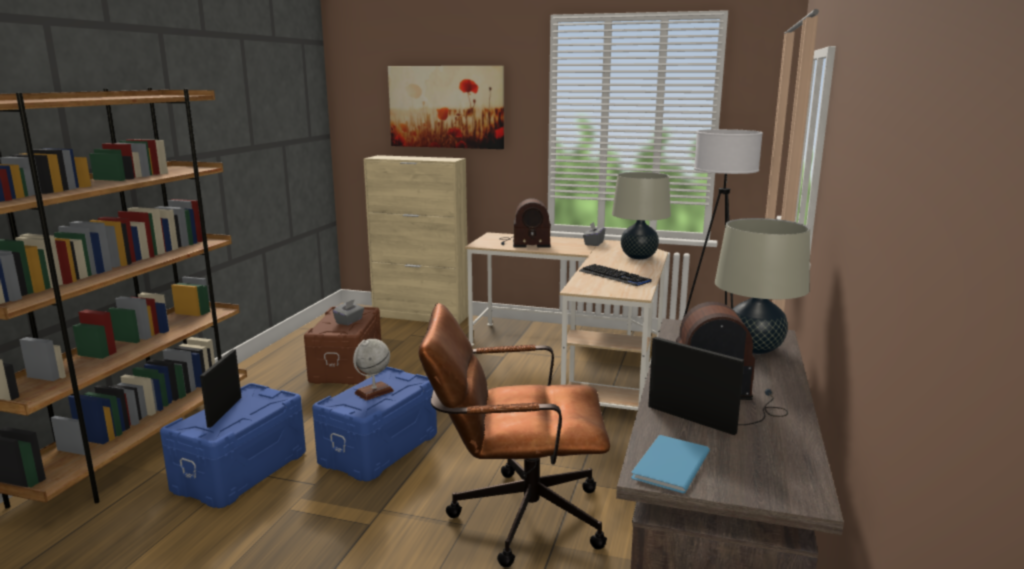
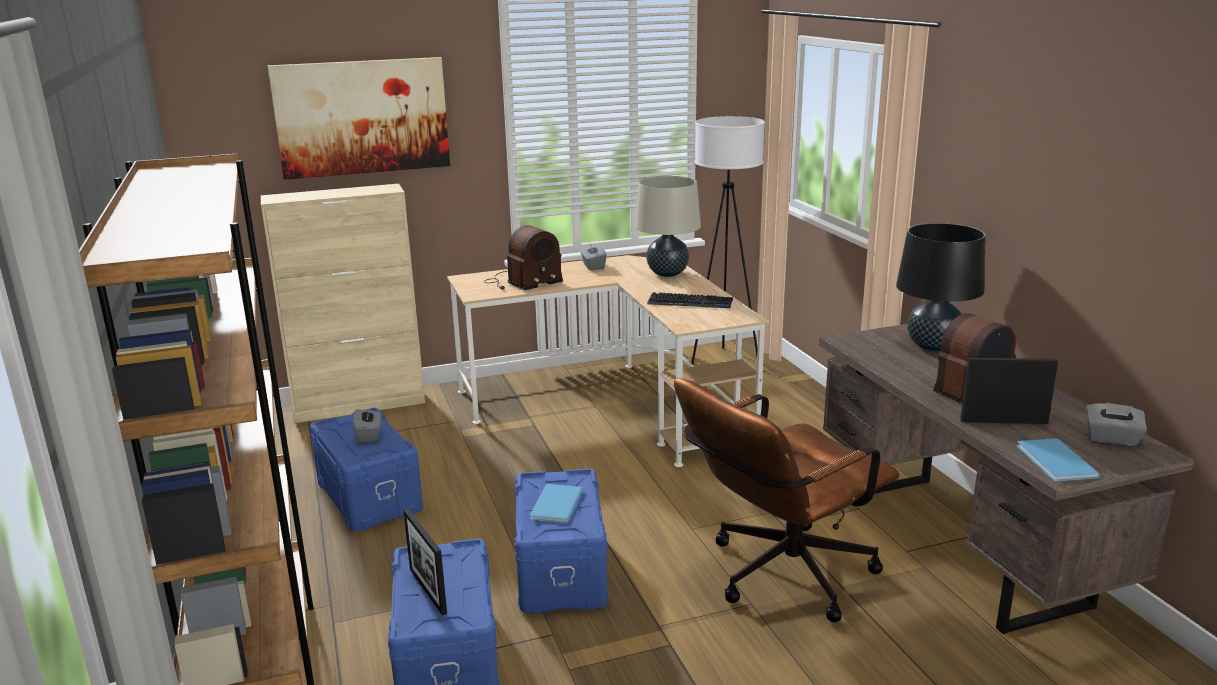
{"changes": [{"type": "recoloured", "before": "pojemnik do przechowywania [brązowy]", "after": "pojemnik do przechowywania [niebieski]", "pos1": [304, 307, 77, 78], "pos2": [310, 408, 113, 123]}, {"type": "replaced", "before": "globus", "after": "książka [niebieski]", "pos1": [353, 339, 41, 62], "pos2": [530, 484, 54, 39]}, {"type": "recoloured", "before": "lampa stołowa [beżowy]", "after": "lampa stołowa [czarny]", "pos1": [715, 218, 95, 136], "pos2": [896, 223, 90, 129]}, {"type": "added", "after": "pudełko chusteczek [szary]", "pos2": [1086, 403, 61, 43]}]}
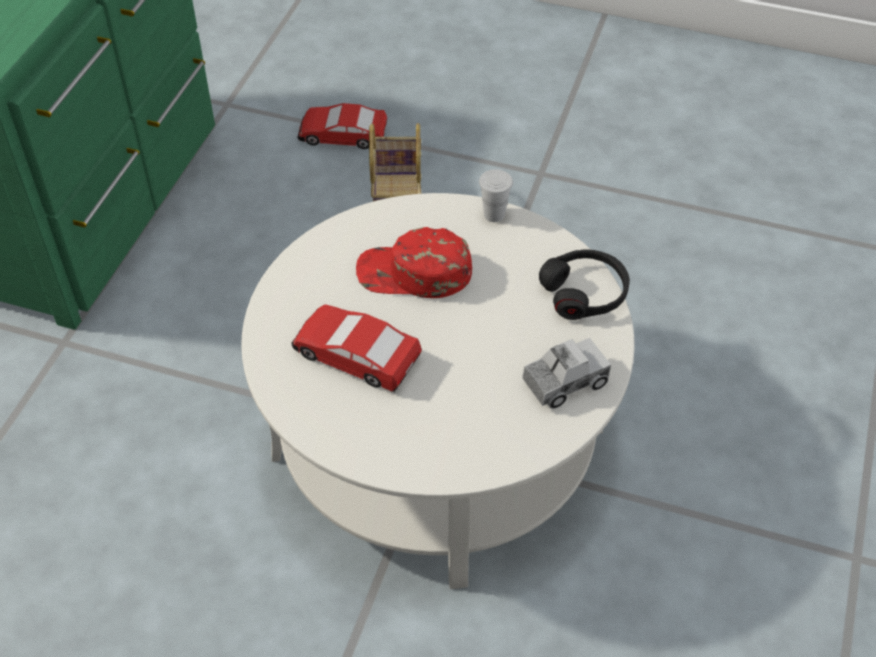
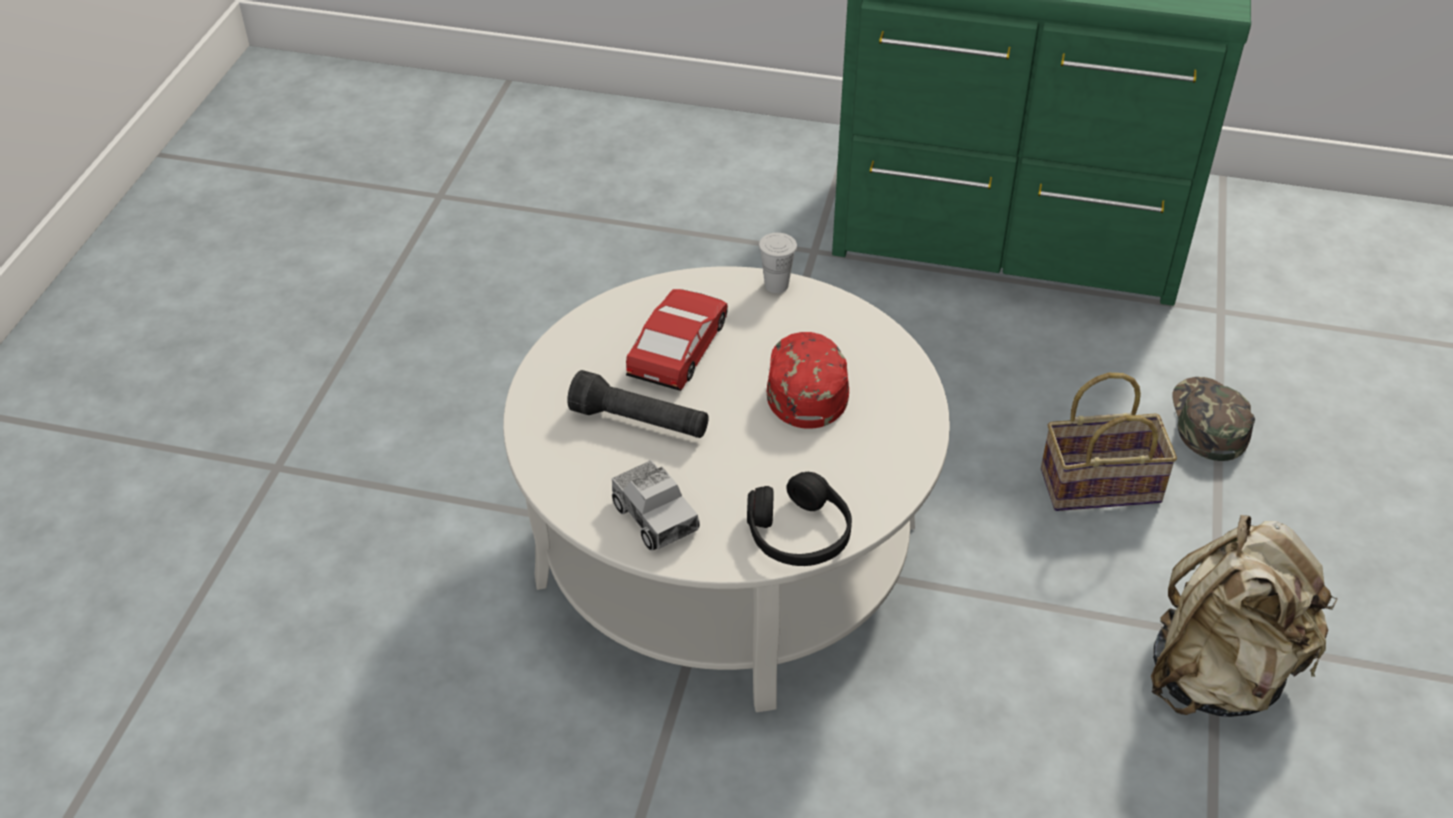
{"changes": [{"type": "replaced", "before": "samochodzik", "after": "czapka z daszkiem [zielony]", "pos1": [298, 103, 89, 46], "pos2": [1172, 377, 83, 84]}, {"type": "moved", "before": "filiżanka [biały]", "pos1": [479, 169, 34, 53], "pos2": [759, 233, 38, 60]}, {"type": "added", "after": "latarka [czarny]", "pos2": [567, 370, 142, 68]}, {"type": "added", "after": "plecak [beżowy]", "pos2": [1151, 515, 187, 202]}]}
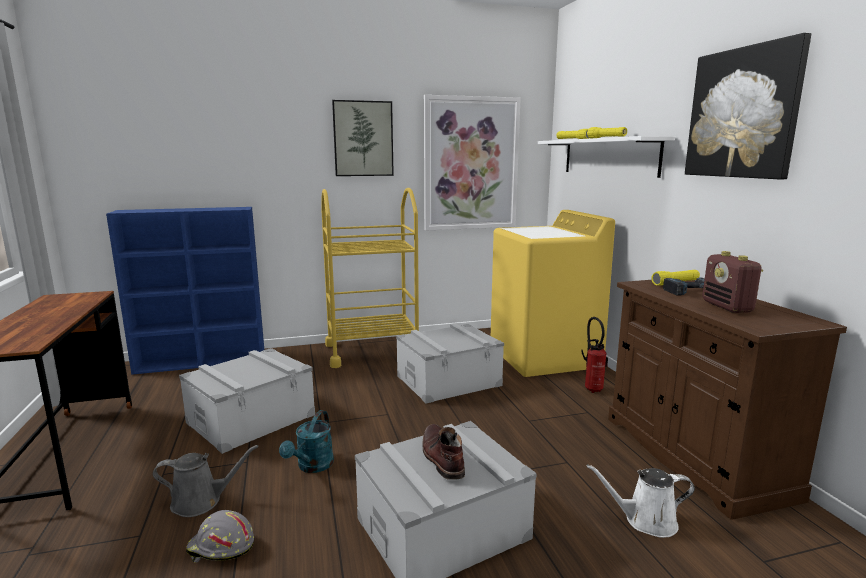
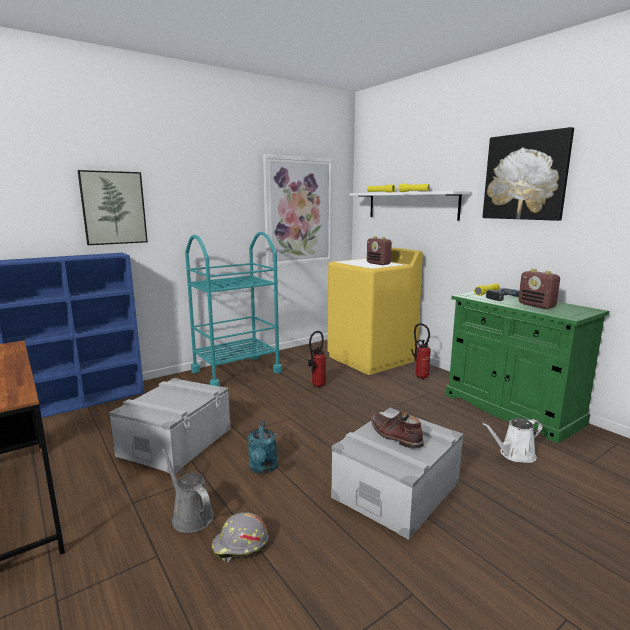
{"changes": [{"type": "turned", "before": "konewka [szary]", "pos1": [153, 445, 105, 72], "pos2": [162, 448, 51, 85], "turn": -105}, {"type": "recoloured", "before": "wózek [żółty]", "after": "wózek [turkusowy]", "pos1": [321, 188, 98, 180], "pos2": [185, 232, 97, 155]}, {"type": "moved", "before": "obraz", "pos1": [332, 100, 62, 76], "pos2": [77, 170, 71, 75]}, {"type": "replaced", "before": "pojemnik do przechowywania [szary]", "after": "gaśnica", "pos1": [396, 324, 108, 80], "pos2": [308, 331, 18, 57]}, {"type": "recoloured", "before": "szafka [brązowy]", "after": "szafka [zielony]", "pos1": [608, 280, 239, 240], "pos2": [446, 292, 163, 151]}, {"type": "added", "after": "radio", "pos2": [367, 236, 25, 29]}]}
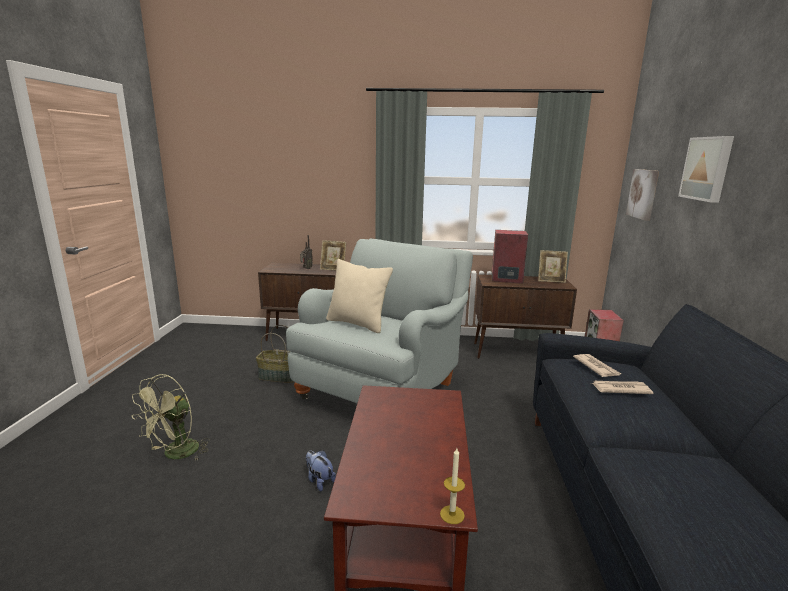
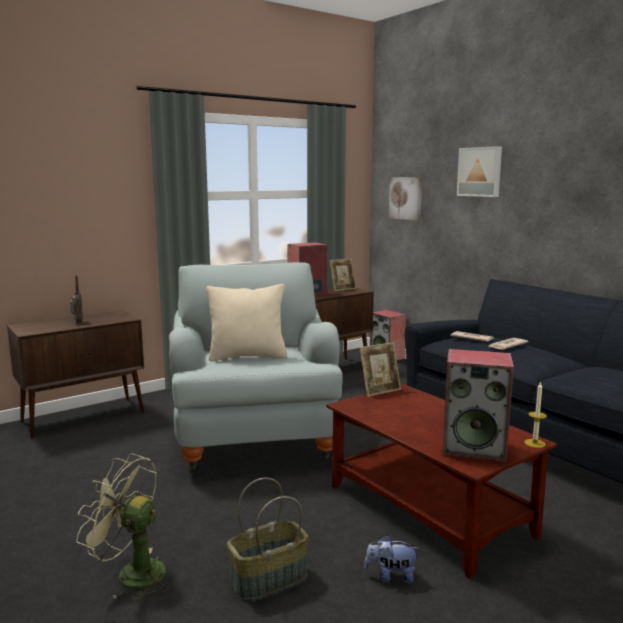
{"changes": [{"type": "turned", "before": "wentylator [zielony]", "pos1": [132, 374, 78, 87], "pos2": [76, 453, 93, 148], "turn": 120}, {"type": "moved", "before": "koszyk", "pos1": [256, 325, 38, 58], "pos2": [227, 478, 81, 122]}, {"type": "moved", "before": "pluszak", "pos1": [306, 450, 30, 41], "pos2": [364, 534, 56, 50]}, {"type": "moved", "before": "ramka na zdjęcie", "pos1": [320, 240, 26, 30], "pos2": [360, 342, 41, 55]}, {"type": "added", "after": "głośnik", "pos2": [442, 349, 72, 113]}]}
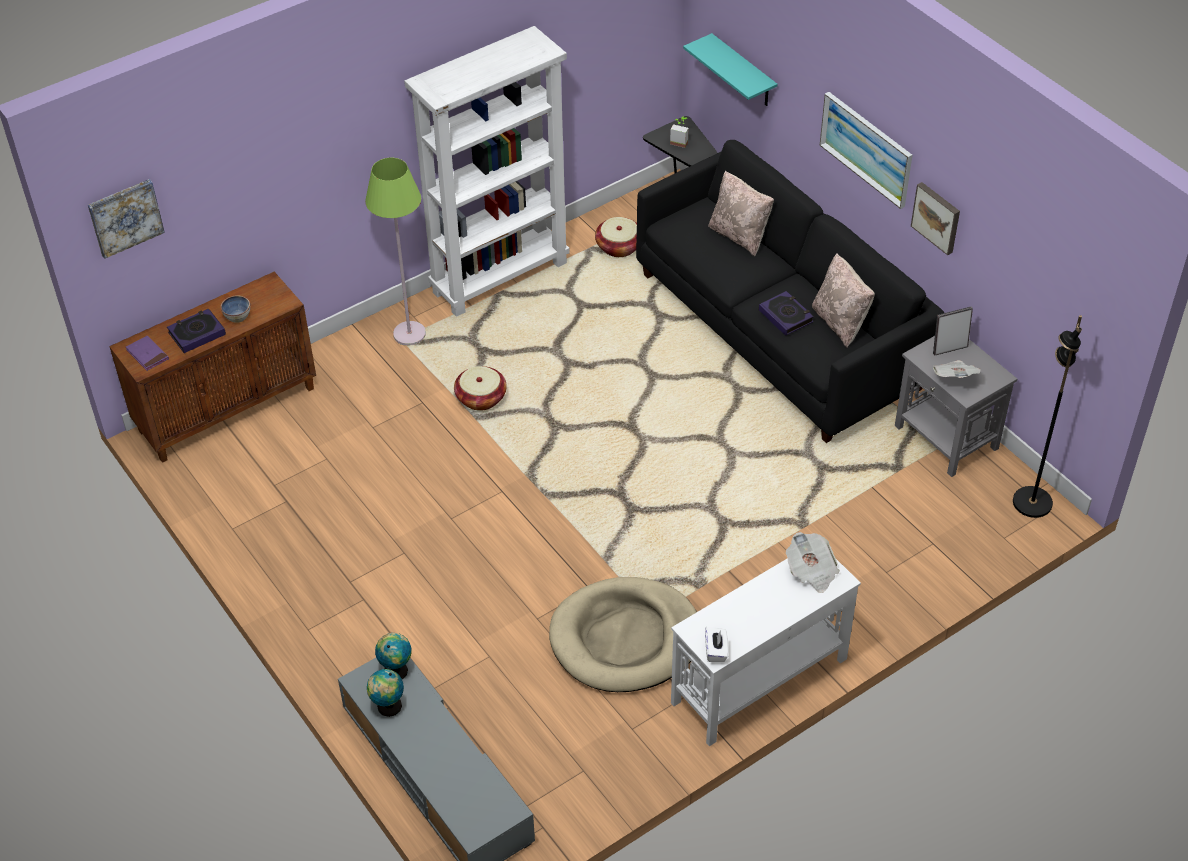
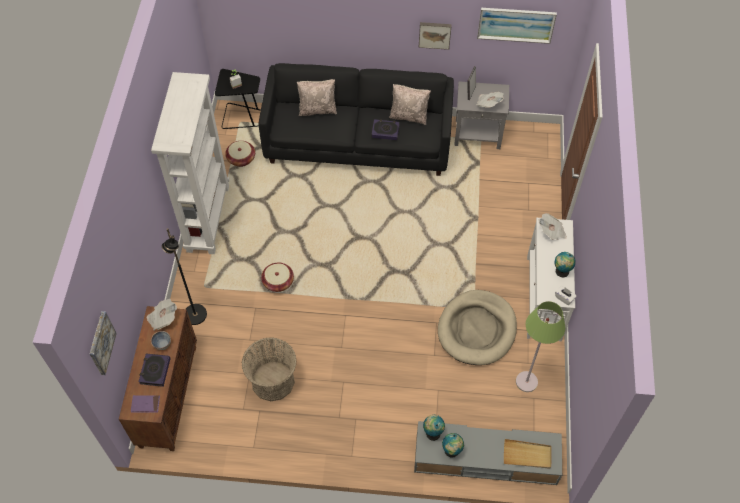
{"changes": [{"type": "moved", "before": "lampa stojąca [zielony]", "pos1": [365, 158, 61, 188], "pos2": [516, 301, 49, 91]}, {"type": "removed", "before": "półka [turkusowy]", "pos1": [683, 33, 95, 73]}, {"type": "moved", "before": "obraz", "pos1": [820, 92, 92, 117], "pos2": [477, 8, 80, 36]}, {"type": "moved", "before": "lampa stojąca [czarny]", "pos1": [1013, 315, 69, 203], "pos2": [162, 228, 45, 97]}, {"type": "added", "after": "gazeta", "pos2": [146, 299, 31, 32]}, {"type": "added", "after": "koszyk", "pos2": [242, 338, 55, 63]}, {"type": "added", "after": "taca [beżowy]", "pos2": [504, 439, 48, 30]}, {"type": "added", "after": "globus", "pos2": [554, 252, 22, 26]}]}
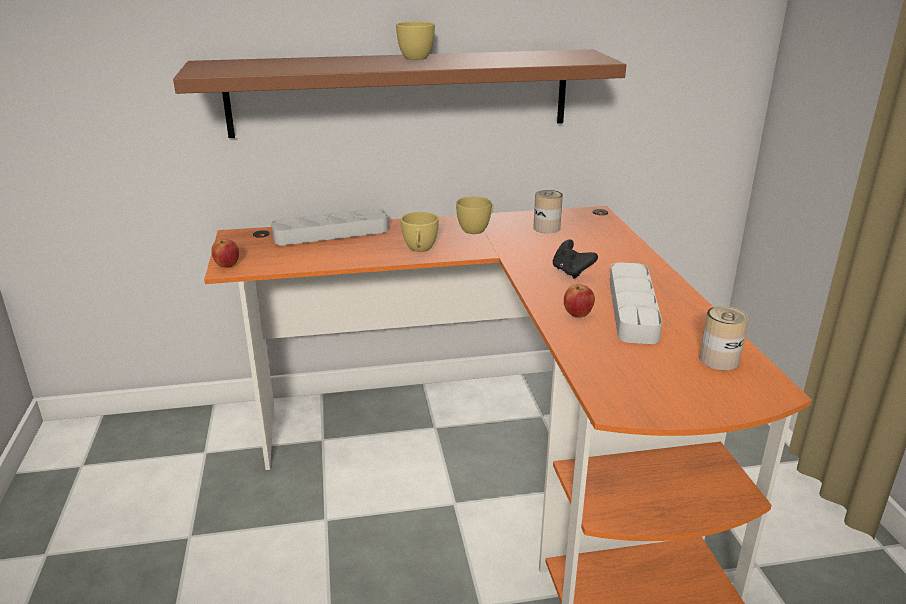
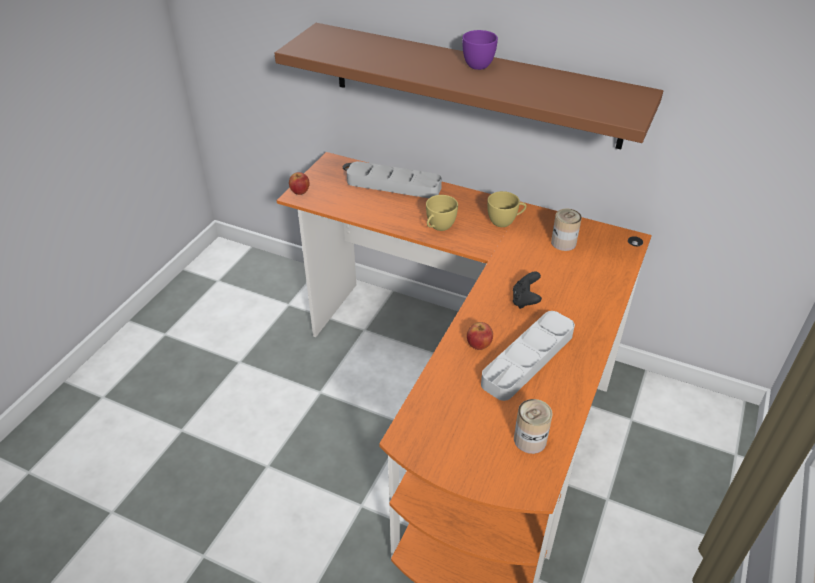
{"changes": [{"type": "recoloured", "before": "filiżanka [żółty]", "after": "filiżanka [fioletowy]", "pos1": [396, 22, 39, 38], "pos2": [462, 30, 36, 40]}]}
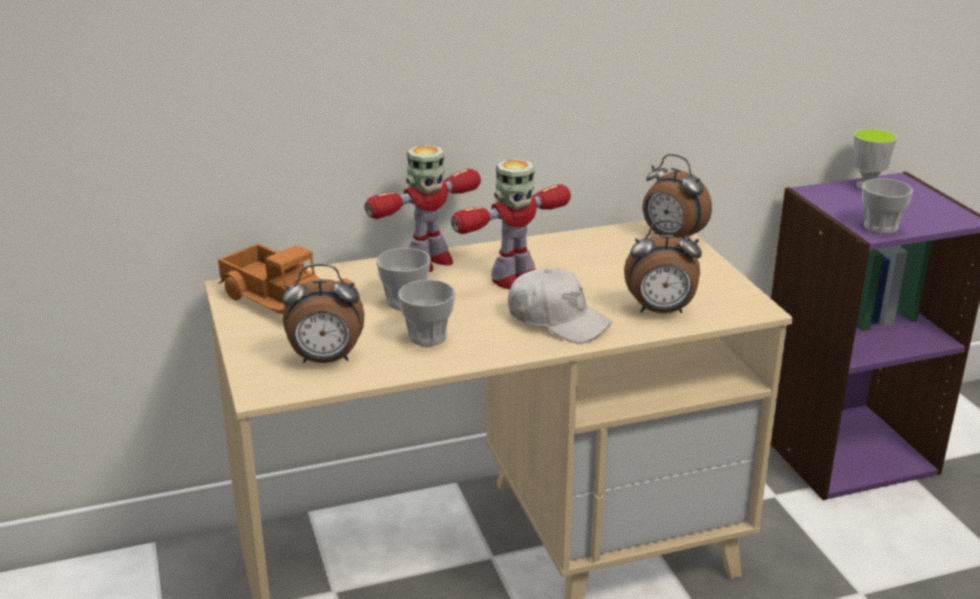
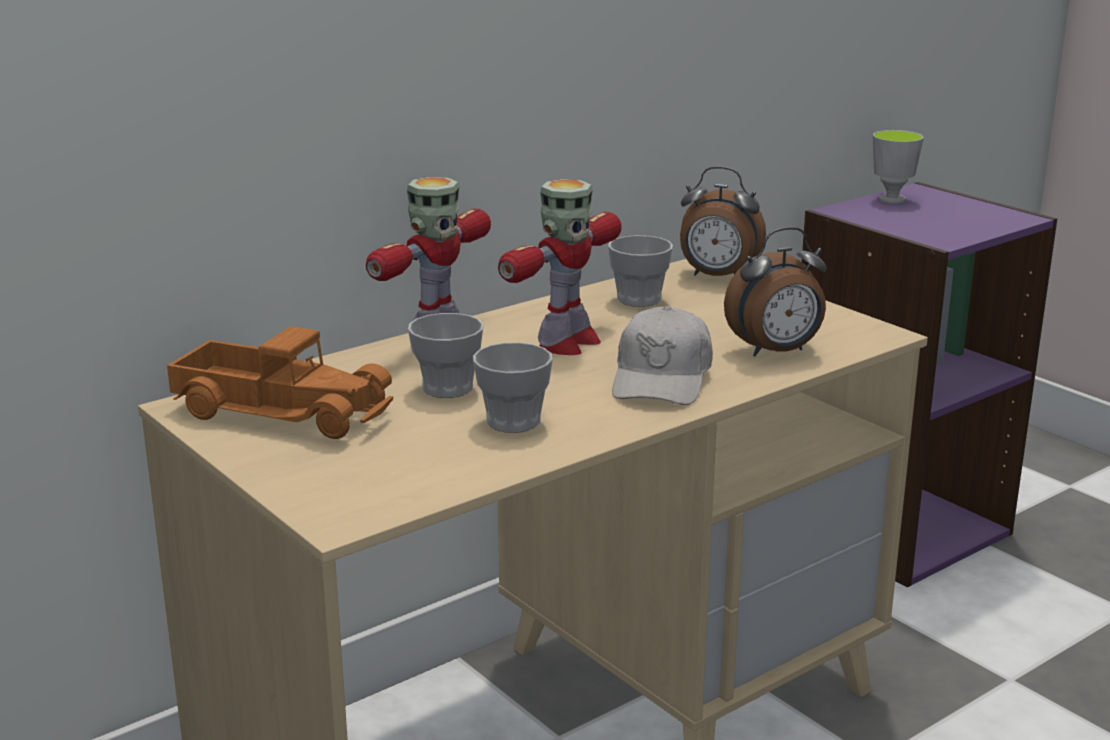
{"changes": [{"type": "removed", "before": "budzik", "pos1": [282, 264, 82, 99]}, {"type": "turned", "before": "czapka z daszkiem [biały]", "pos1": [508, 268, 105, 75], "pos2": [612, 306, 101, 99], "turn": 90}, {"type": "moved", "before": "filiżanka", "pos1": [862, 178, 51, 56], "pos2": [608, 235, 65, 72]}]}
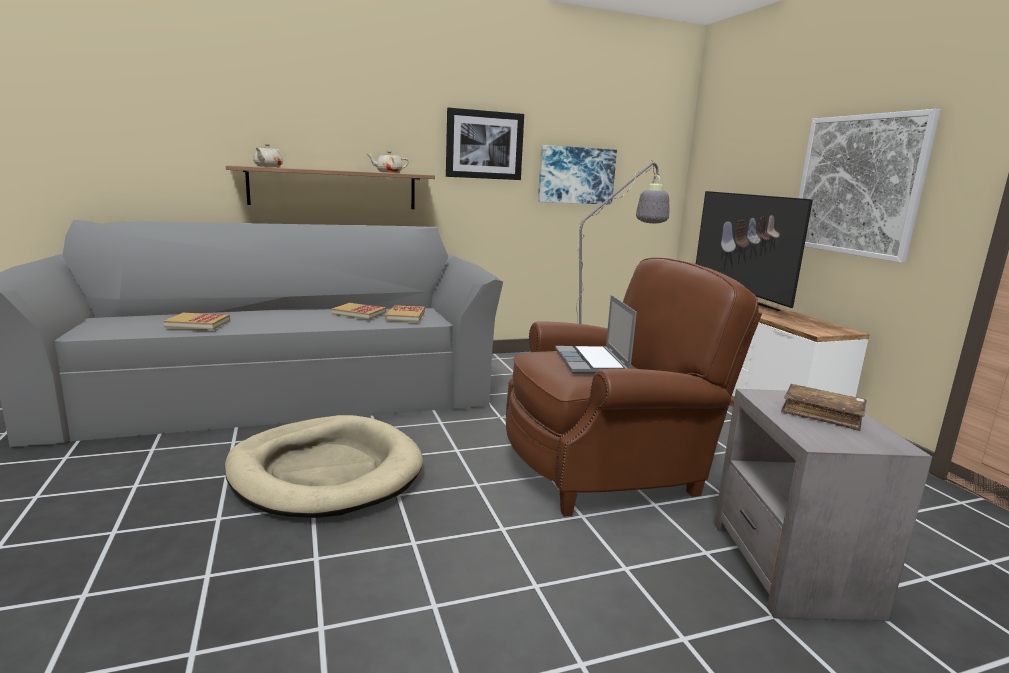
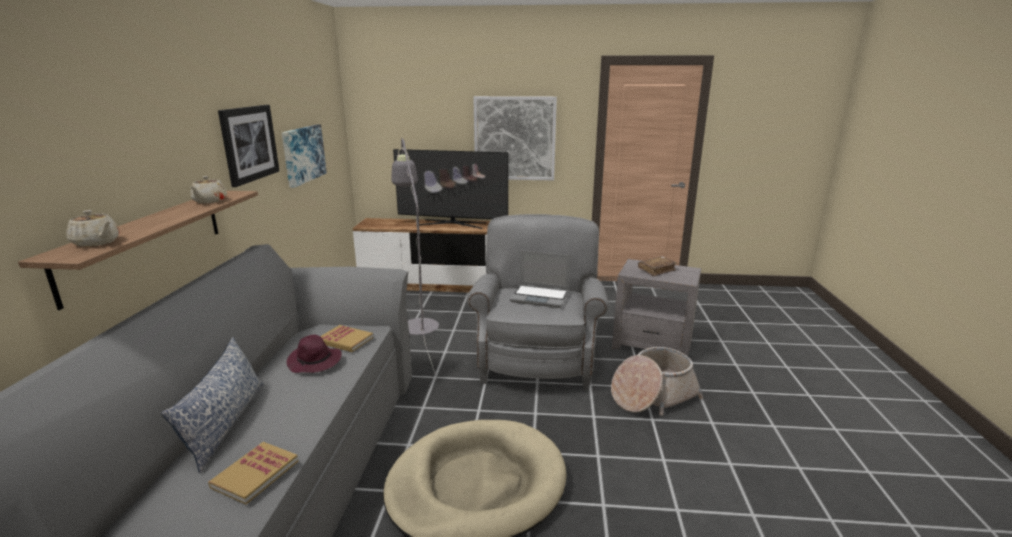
{"changes": [{"type": "replaced", "before": "książka", "after": "kapelusz [fioletowy]", "pos1": [331, 303, 55, 16], "pos2": [287, 335, 55, 38]}, {"type": "recoloured", "before": "fotel [brązowy]", "after": "fotel [szary]", "pos1": [506, 257, 256, 260], "pos2": [467, 214, 142, 177]}, {"type": "added", "after": "poduszka", "pos2": [161, 337, 103, 136]}, {"type": "added", "after": "koszyk", "pos2": [611, 347, 92, 69]}]}
